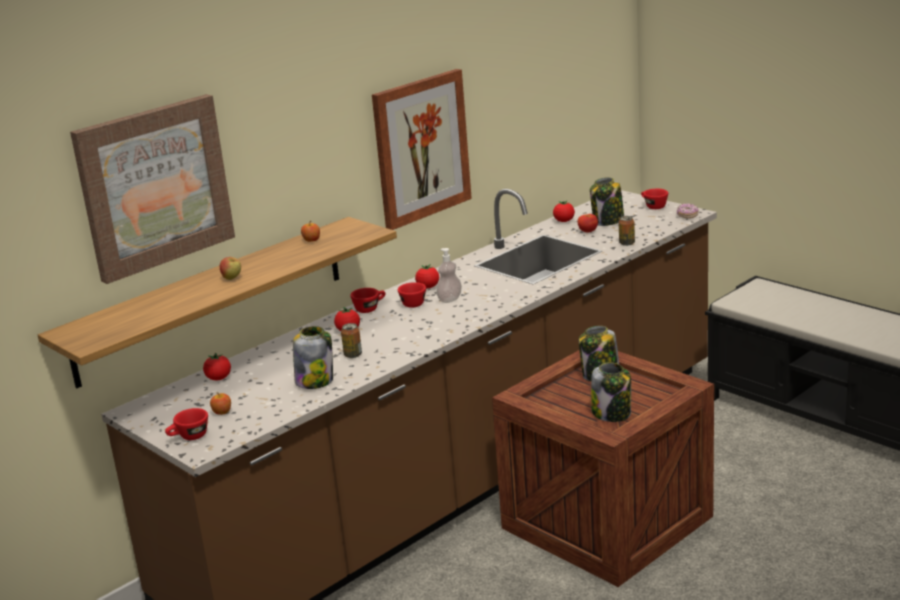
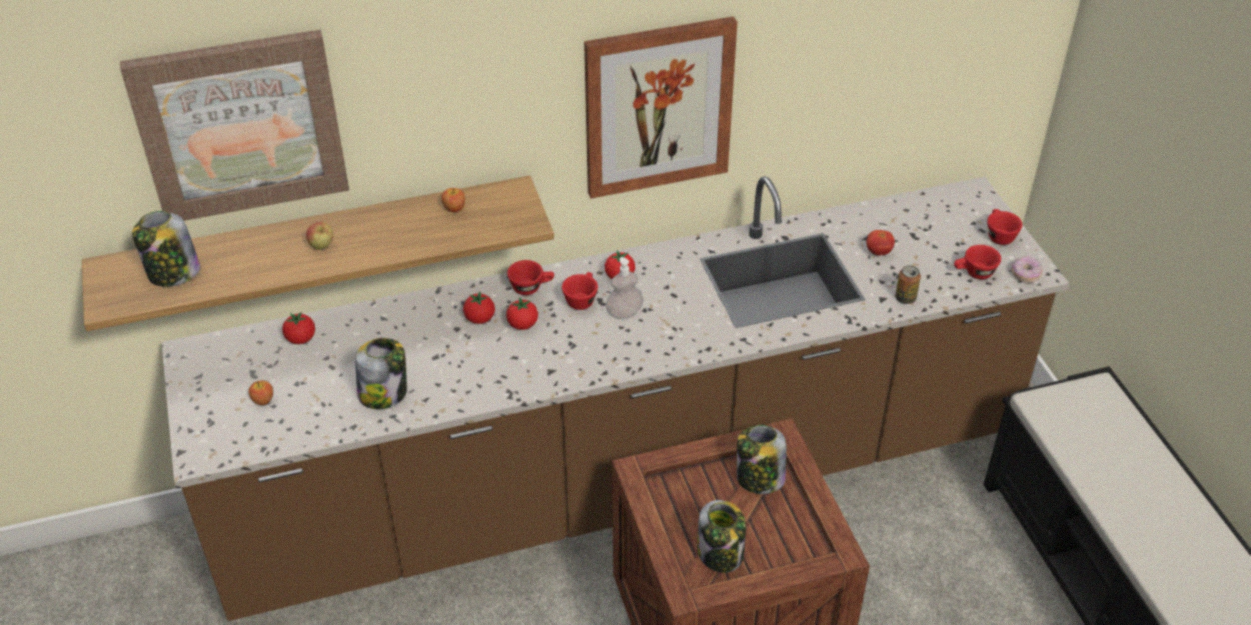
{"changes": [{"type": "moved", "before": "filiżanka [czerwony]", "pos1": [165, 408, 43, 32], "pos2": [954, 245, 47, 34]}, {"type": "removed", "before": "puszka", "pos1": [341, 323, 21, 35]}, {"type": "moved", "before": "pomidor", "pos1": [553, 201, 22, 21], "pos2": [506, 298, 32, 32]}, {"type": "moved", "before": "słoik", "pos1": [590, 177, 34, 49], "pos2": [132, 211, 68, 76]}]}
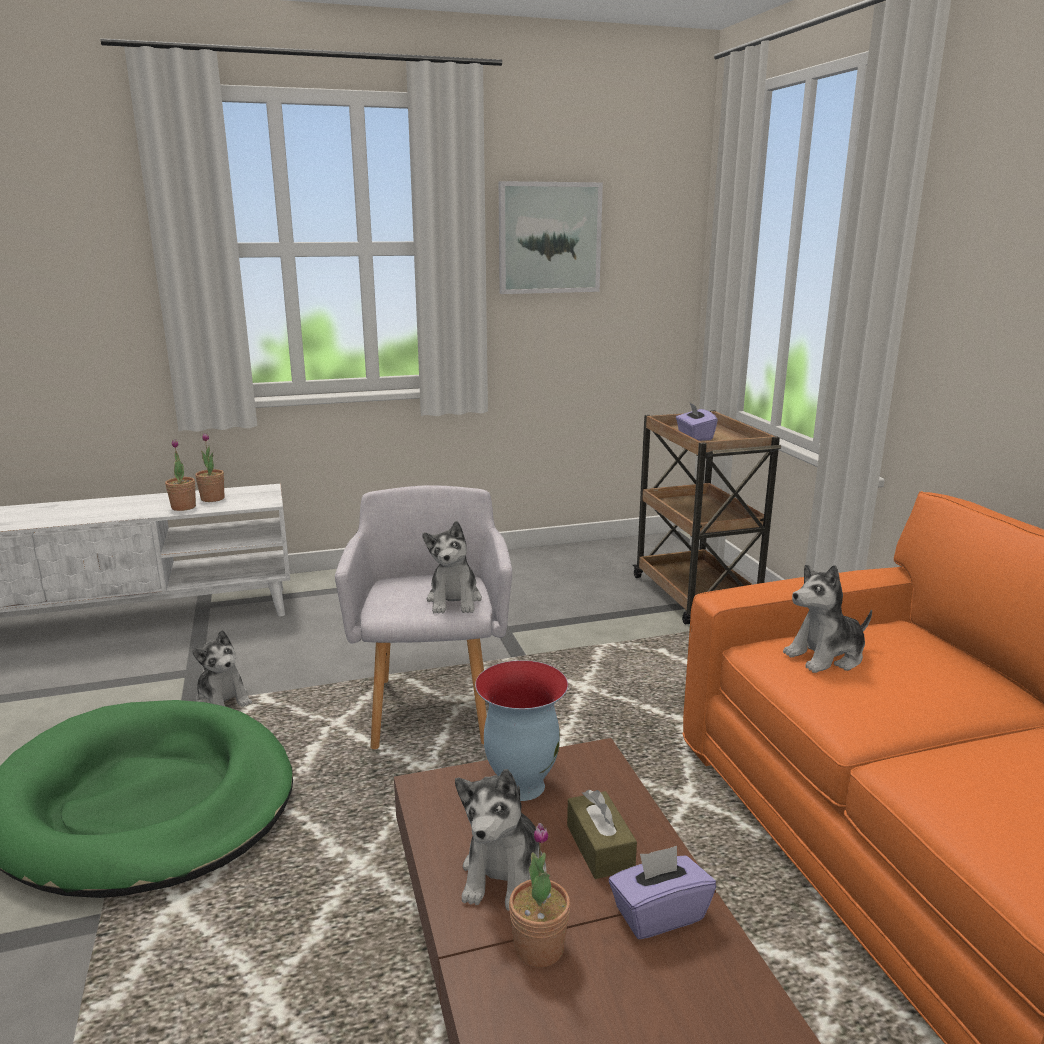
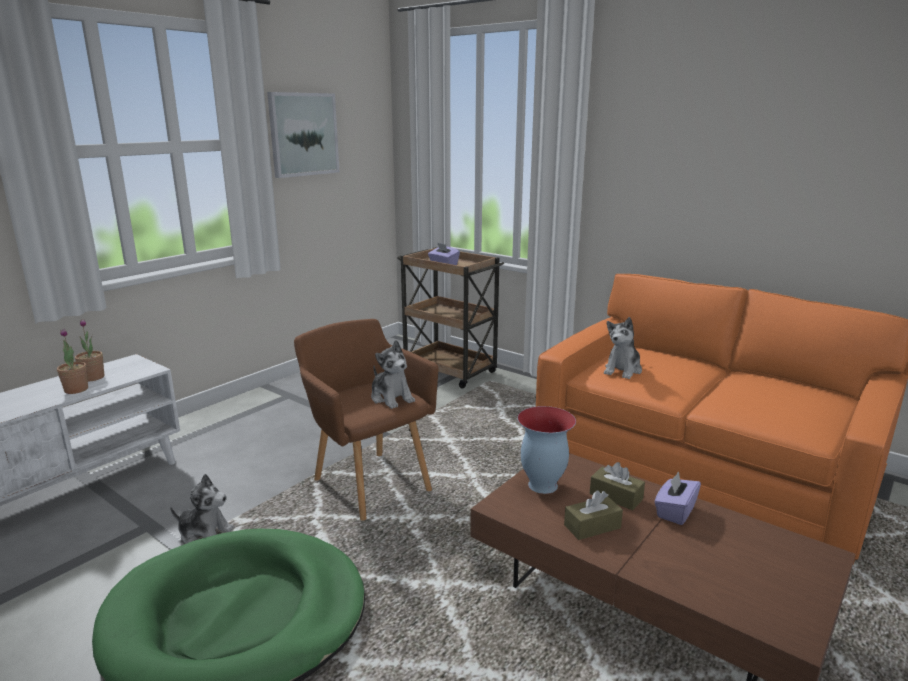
{"changes": [{"type": "recoloured", "before": "fotel [szary]", "after": "fotel [brązowy]", "pos1": [335, 485, 177, 264], "pos2": [294, 319, 145, 202]}, {"type": "replaced", "before": "pluszak", "after": "pudełko chusteczek [brązowy]", "pos1": [455, 769, 91, 142], "pos2": [564, 491, 59, 49]}, {"type": "removed", "before": "roślina doniczkowa", "pos1": [509, 823, 61, 145]}]}
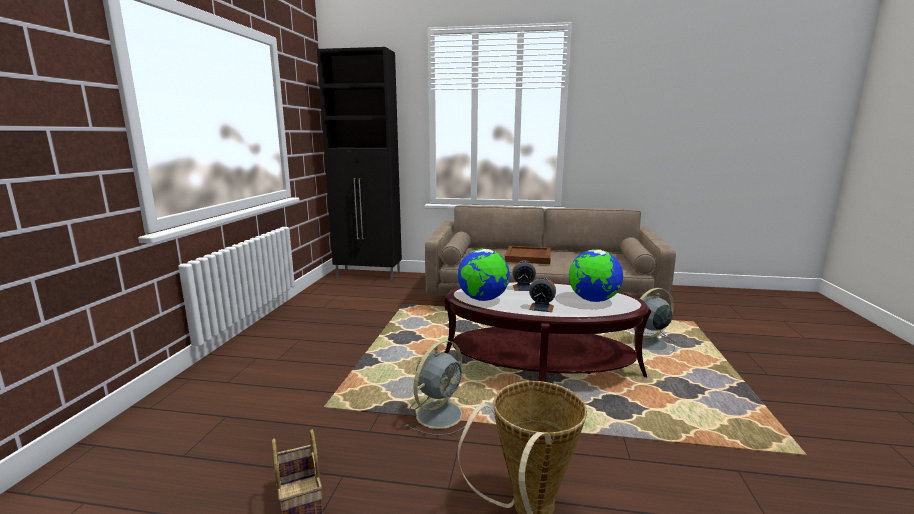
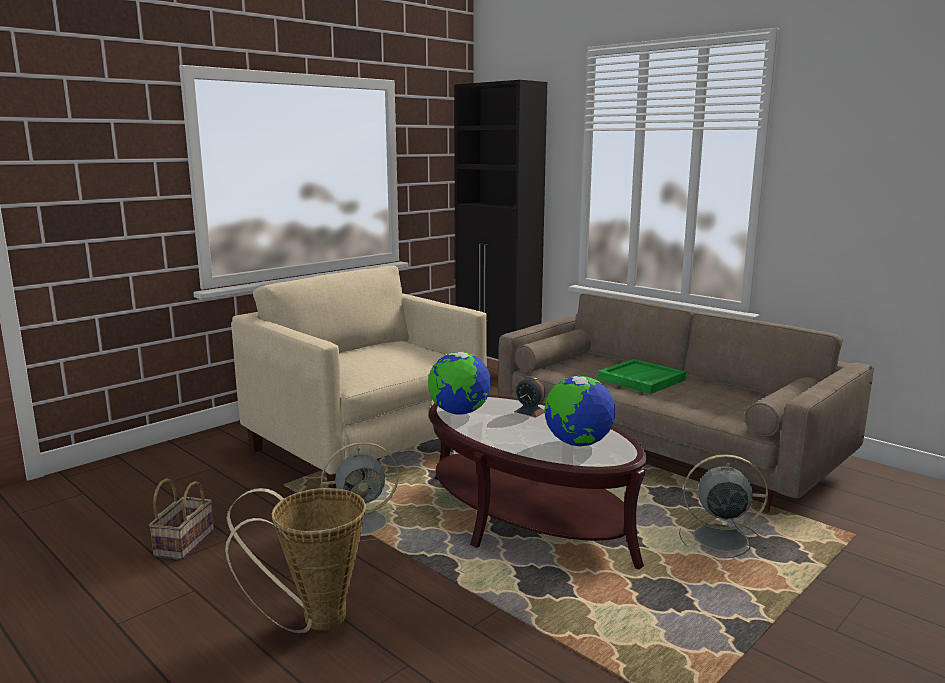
{"changes": [{"type": "recoloured", "before": "taca [brązowy]", "after": "taca [zielony]", "pos1": [505, 246, 46, 18], "pos2": [597, 359, 89, 35]}, {"type": "removed", "before": "budzik", "pos1": [529, 277, 27, 35]}, {"type": "added", "after": "fotel [beżowy]", "pos2": [232, 265, 255, 223]}]}
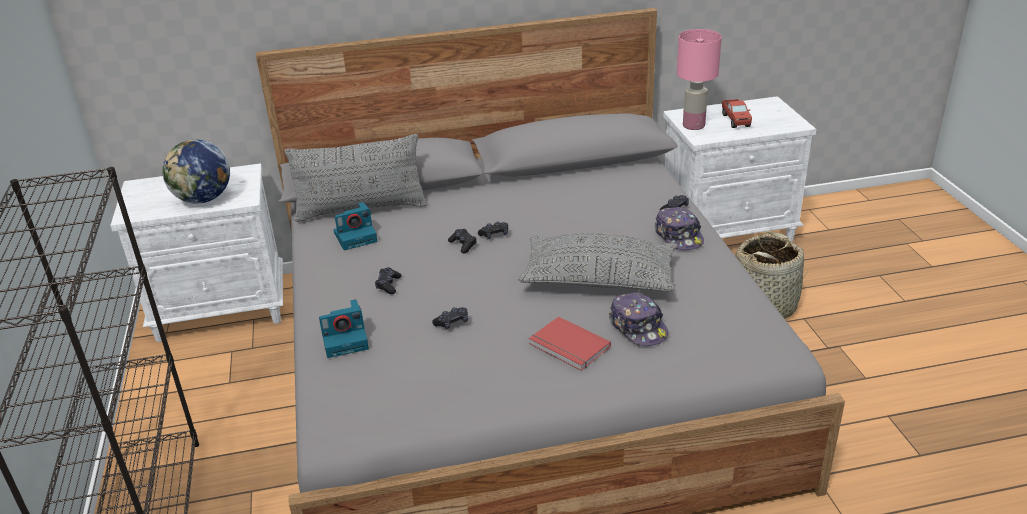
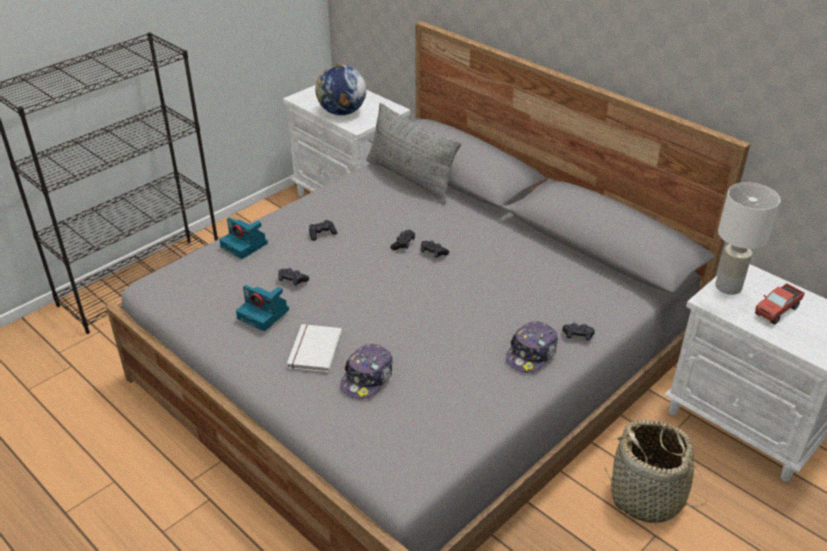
{"changes": [{"type": "moved", "before": "aparat fotograficzny", "pos1": [334, 202, 43, 48], "pos2": [236, 285, 53, 46]}, {"type": "removed", "before": "poduszka [szary]", "pos1": [518, 233, 159, 59]}, {"type": "recoloured", "before": "książka [czerwony]", "after": "książka [biały]", "pos1": [529, 316, 82, 55], "pos2": [287, 324, 55, 49]}, {"type": "recoloured", "before": "lampa stołowa [różowy]", "after": "lampa stołowa [biały]", "pos1": [677, 29, 45, 101], "pos2": [715, 182, 65, 113]}]}
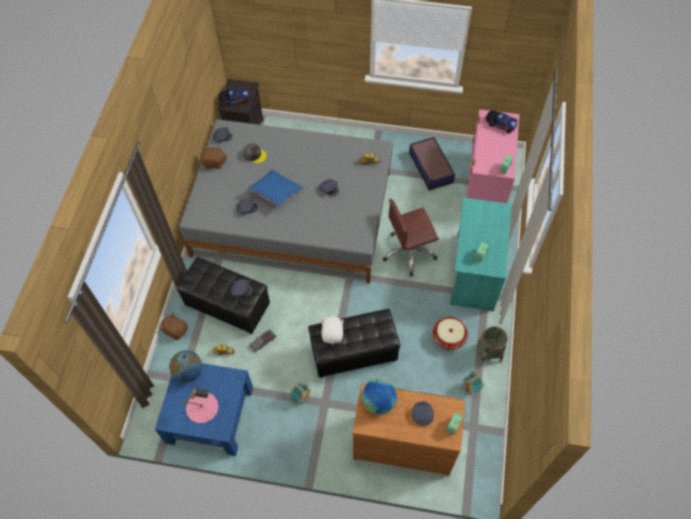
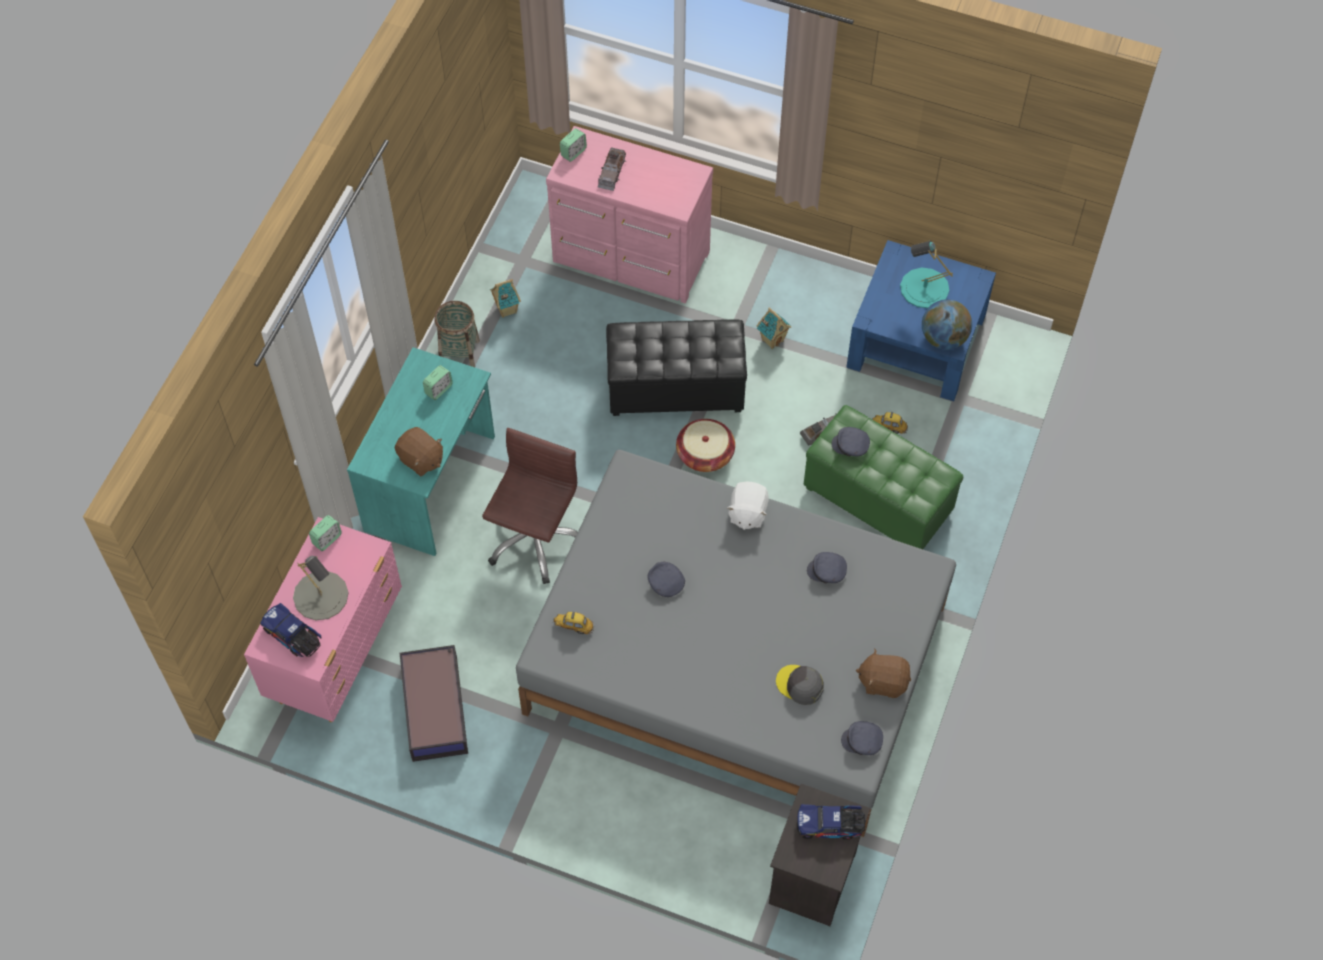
{"changes": [{"type": "moved", "before": "pluszak [brązowy]", "pos1": [160, 313, 28, 27], "pos2": [395, 427, 48, 49]}, {"type": "recoloured", "before": "pufa [czarny]", "after": "pufa [zielony]", "pos1": [177, 257, 93, 77], "pos2": [804, 405, 159, 144]}, {"type": "recoloured", "before": "lampa stołowa [różowy]", "after": "lampa stołowa [turkusowy]", "pos1": [182, 388, 36, 35], "pos2": [900, 241, 53, 67]}, {"type": "removed", "before": "poduszka [niebieski]", "pos1": [248, 170, 55, 37]}, {"type": "moved", "before": "pluszak [biały]", "pos1": [321, 316, 23, 28], "pos2": [727, 481, 42, 49]}, {"type": "recoloured", "before": "komoda [brązowy]", "after": "komoda [różowy]", "pos1": [352, 384, 114, 92], "pos2": [546, 126, 167, 177]}, {"type": "removed", "before": "globus", "pos1": [362, 379, 35, 36]}, {"type": "turned", "before": "krzesło biurowe [brązowy]", "pos1": [383, 199, 56, 77], "pos2": [482, 428, 96, 156], "turn": -60}, {"type": "replaced", "before": "czapka z daszkiem [szary]", "after": "samochodzik [szary]", "pos1": [412, 401, 22, 25], "pos2": [598, 147, 29, 44]}, {"type": "moved", "before": "koszyk", "pos1": [433, 317, 35, 33], "pos2": [676, 419, 59, 53]}, {"type": "added", "after": "lampa stołowa [szary]", "pos2": [293, 556, 56, 64]}]}
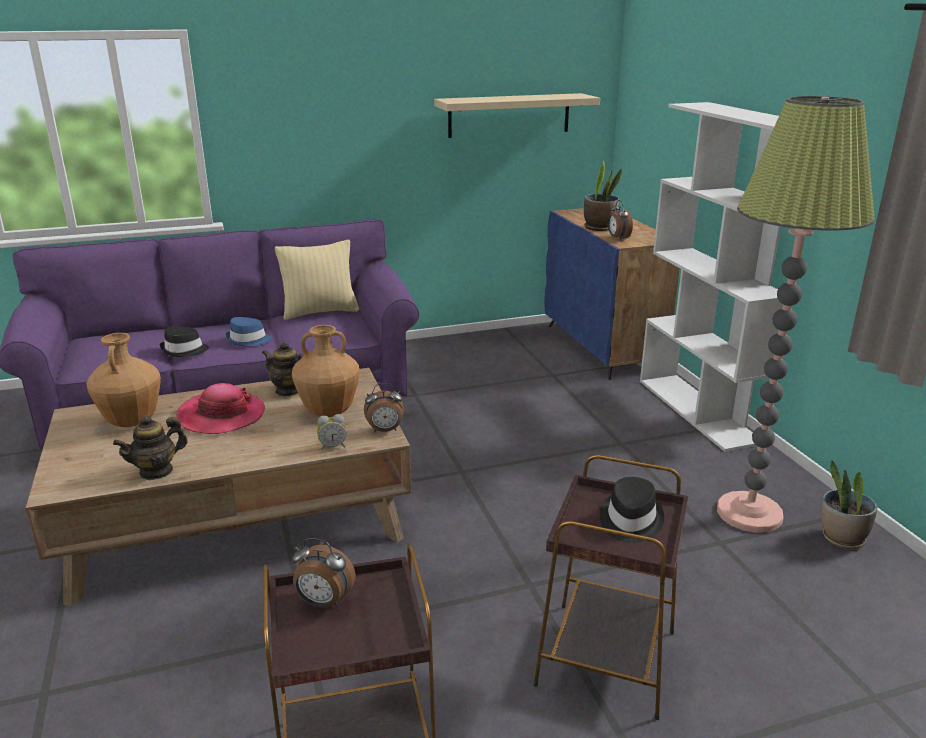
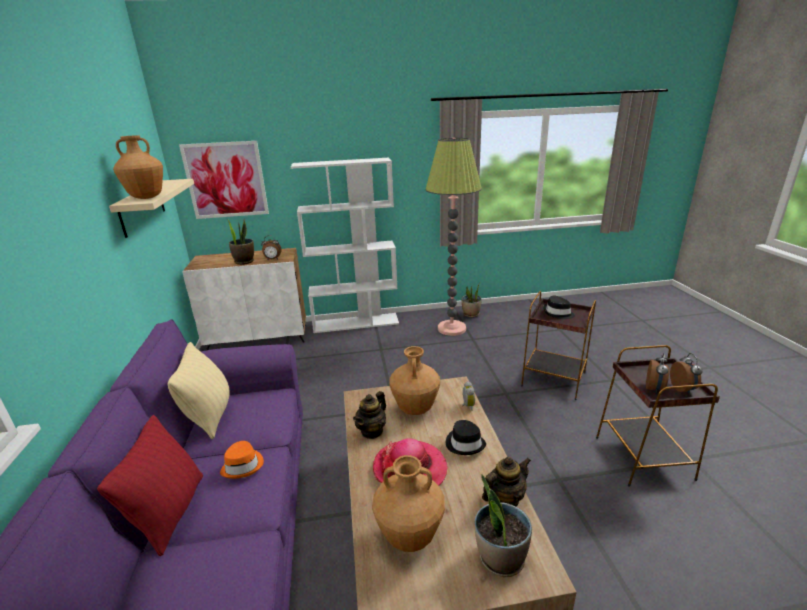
{"changes": [{"type": "turned", "before": "imbryk", "pos1": [113, 415, 75, 65], "pos2": [482, 457, 49, 49], "turn": -90}, {"type": "moved", "before": "kapelusz [czarny]", "pos1": [160, 326, 49, 31], "pos2": [446, 420, 40, 35]}, {"type": "recoloured", "before": "kapelusz [niebieski]", "after": "kapelusz [pomarańczowy]", "pos1": [225, 317, 47, 29], "pos2": [220, 441, 44, 38]}, {"type": "moved", "before": "budzik", "pos1": [364, 383, 40, 49], "pos2": [670, 353, 33, 41]}, {"type": "recoloured", "before": "szafka [niebieski]", "after": "szafka [biały]", "pos1": [544, 208, 136, 172], "pos2": [182, 248, 124, 102]}, {"type": "added", "after": "poduszka [czerwony]", "pos2": [97, 415, 106, 141]}, {"type": "added", "after": "wazon [brązowy]", "pos2": [113, 135, 50, 64]}, {"type": "added", "after": "obraz", "pos2": [179, 141, 90, 78]}, {"type": "added", "after": "roślina doniczkowa", "pos2": [475, 475, 57, 102]}]}
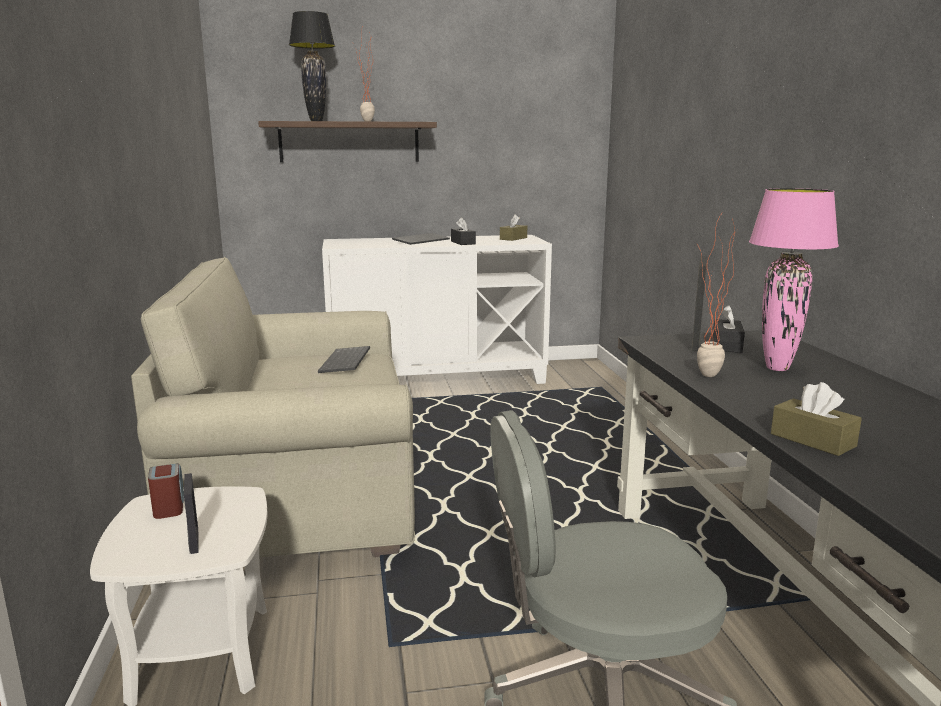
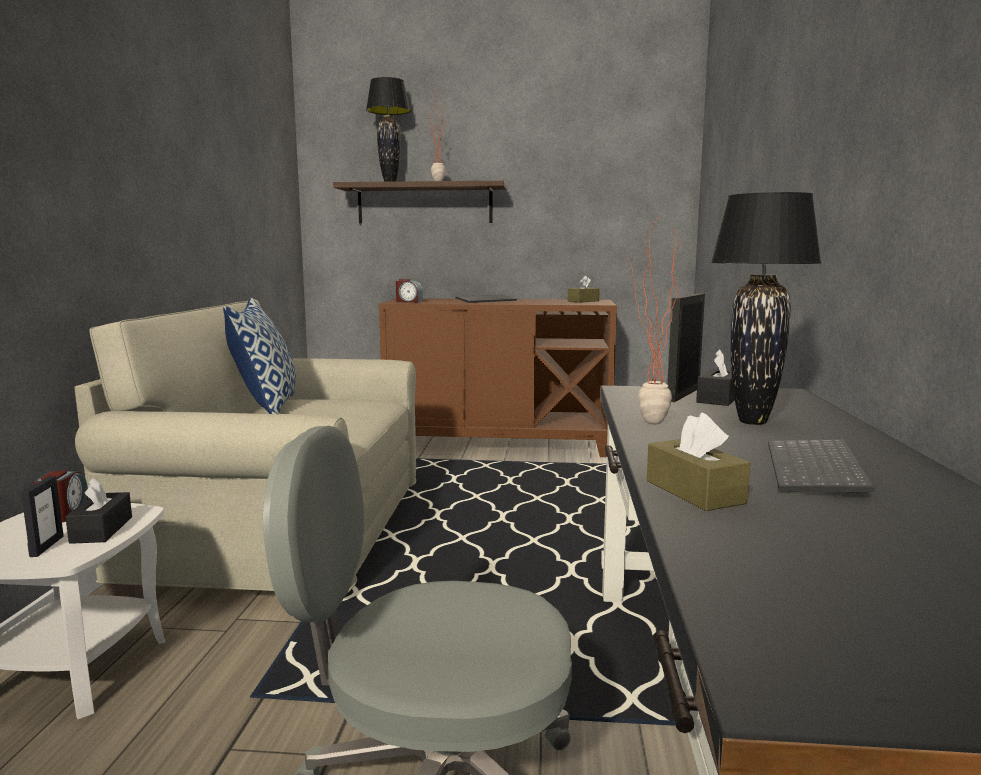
{"changes": [{"type": "moved", "before": "klawiatura", "pos1": [318, 346, 52, 27], "pos2": [768, 439, 107, 53]}, {"type": "recoloured", "before": "szafka [biały]", "after": "szafka [brązowy]", "pos1": [322, 235, 230, 149], "pos2": [379, 299, 238, 158]}, {"type": "moved", "before": "pudełko chusteczek [czarny]", "pos1": [451, 217, 25, 28], "pos2": [65, 477, 67, 67]}, {"type": "recoloured", "before": "lampa stołowa [różowy]", "after": "lampa stołowa [czarny]", "pos1": [749, 188, 90, 183], "pos2": [711, 192, 111, 233]}, {"type": "added", "after": "poduszka", "pos2": [223, 298, 73, 116]}, {"type": "added", "after": "budzik", "pos2": [396, 279, 27, 23]}]}
